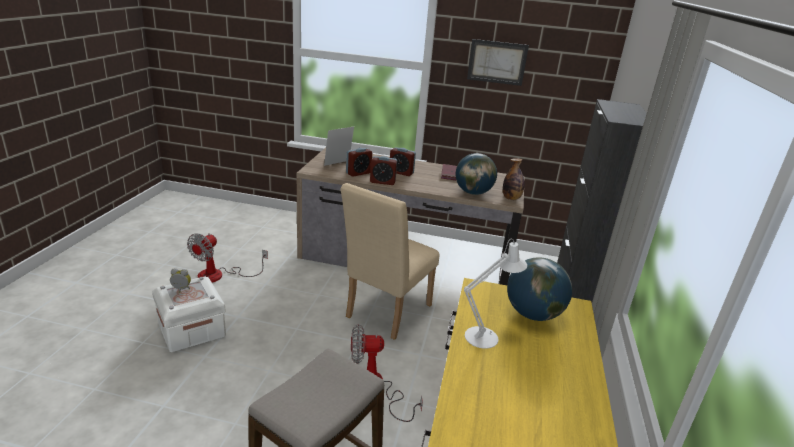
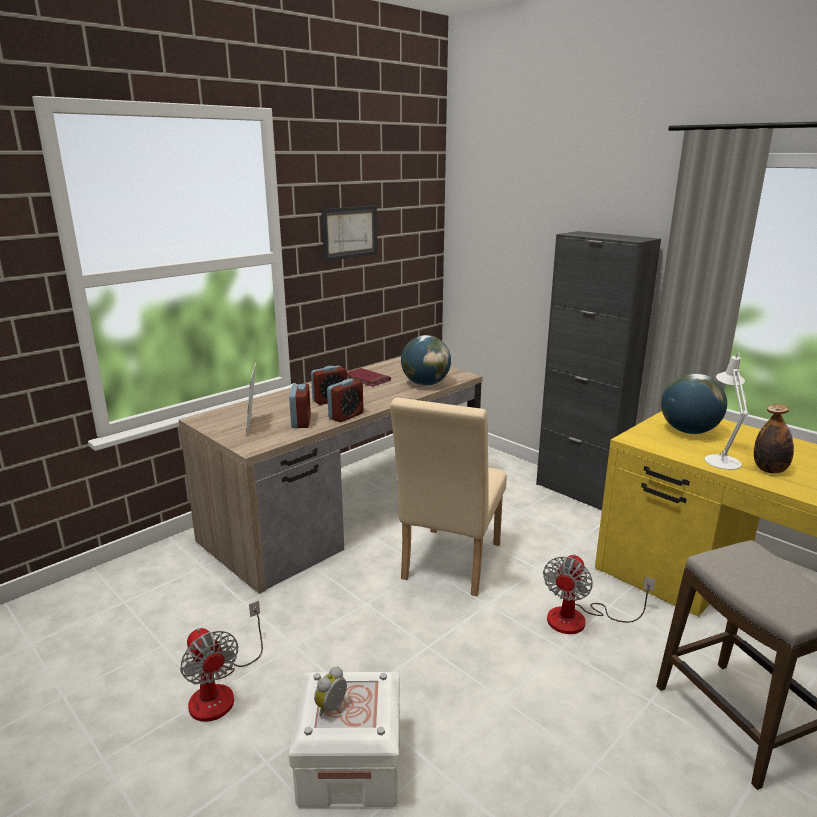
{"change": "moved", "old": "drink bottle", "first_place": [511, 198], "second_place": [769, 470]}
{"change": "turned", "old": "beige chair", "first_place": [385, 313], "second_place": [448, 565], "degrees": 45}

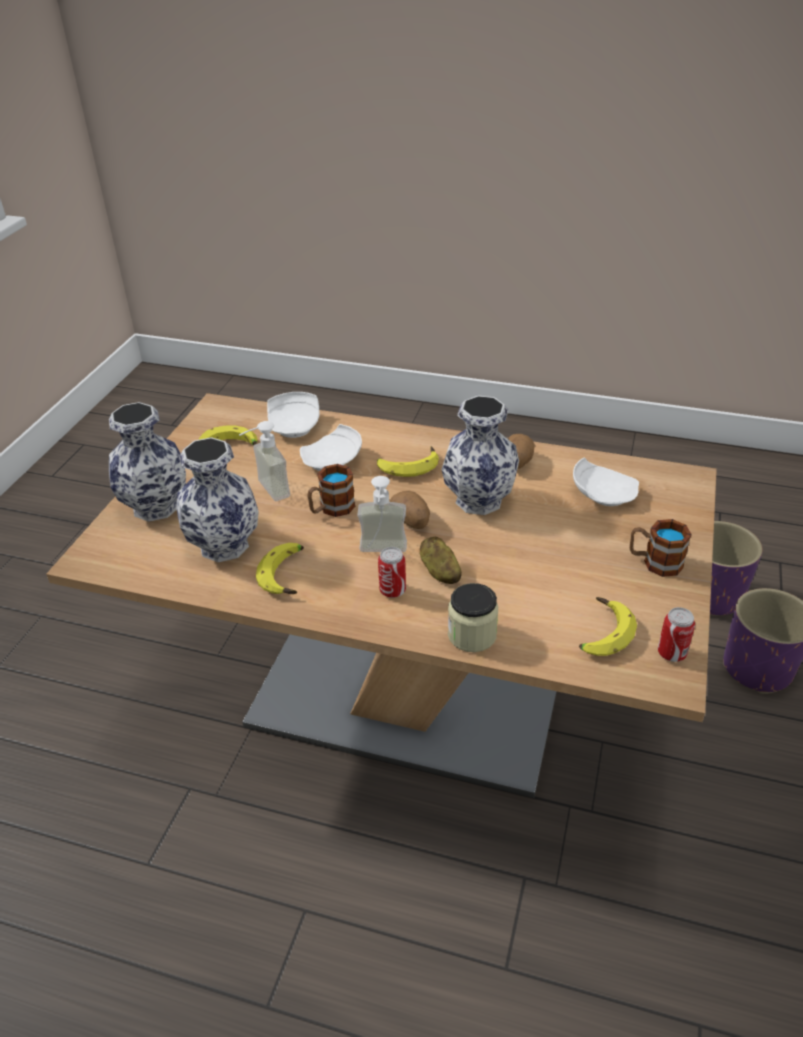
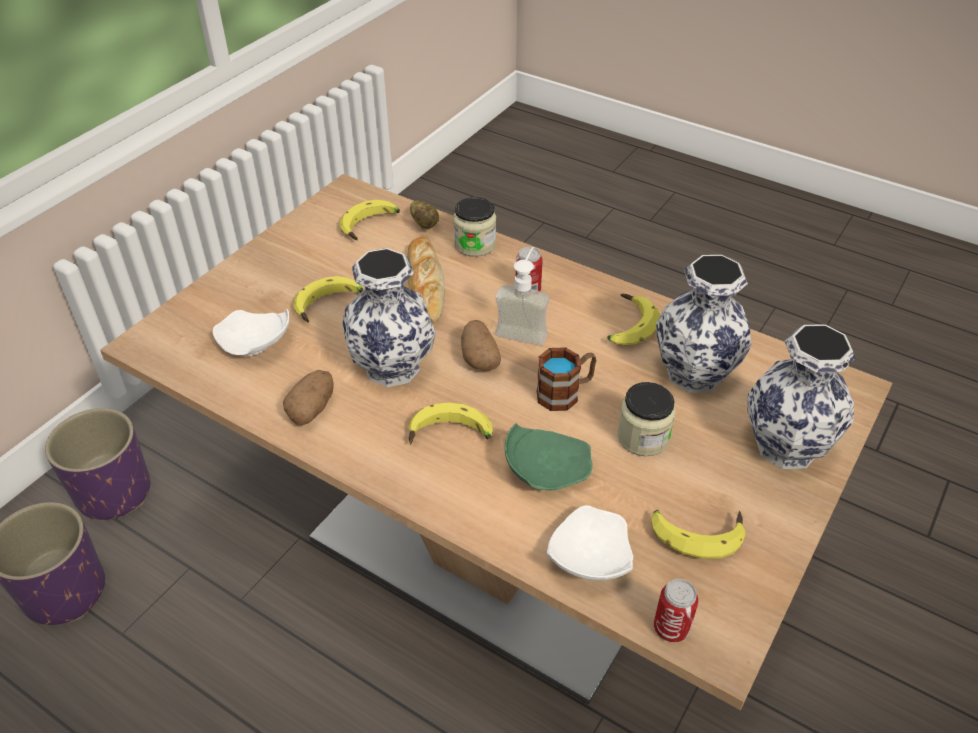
{"change": "removed", "old": "tea mug", "first_place": [654, 562]}
{"change": "added", "new": "banana", "second_place": [329, 306]}
{"change": "added", "new": "bakery bread", "second_place": [424, 285]}
{"change": "moved", "old": "spud", "first_place": [439, 572], "second_place": [425, 224]}
{"change": "moved", "old": "can", "first_place": [671, 653], "second_place": [671, 628]}
{"change": "replaced", "old": "liquid soap bottle", "new": "jar", "first_place": [265, 491], "second_place": [643, 437]}
{"change": "recoloured", "old": "white-coloured flat dish", "new": "green flat dish", "first_place": [333, 461], "second_place": [546, 468]}

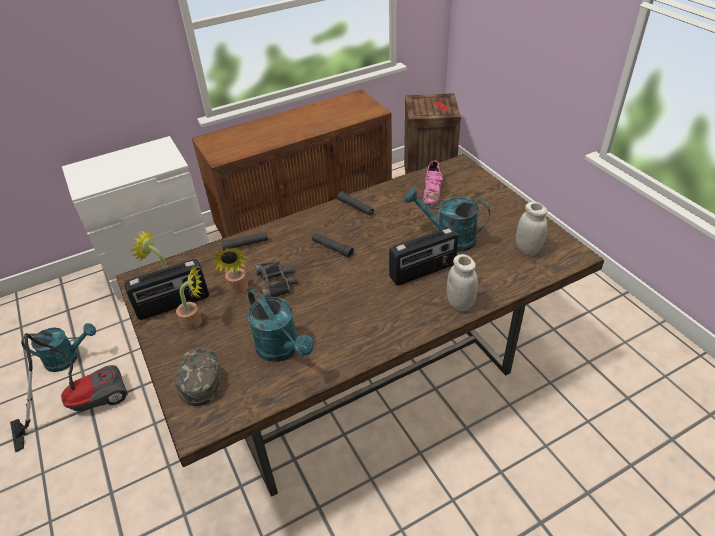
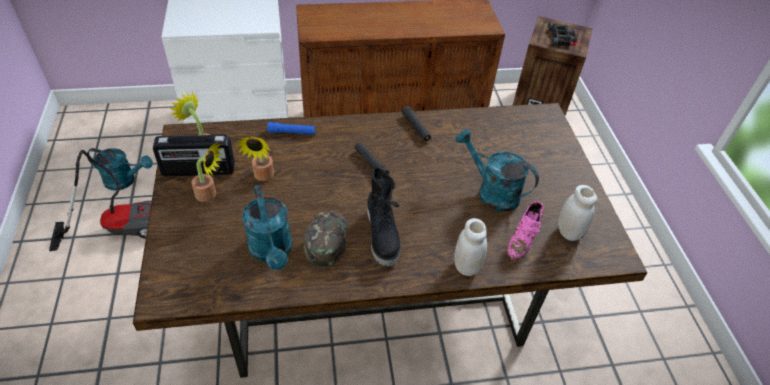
{"change": "removed", "old": "radio set", "first_place": [423, 271]}
{"change": "added", "new": "black high-top boot", "second_place": [383, 236]}
{"change": "moved", "old": "green peaked cap", "first_place": [199, 377], "second_place": [325, 239]}
{"change": "moved", "old": "black field glasses", "first_place": [277, 282], "second_place": [561, 38]}
{"change": "moved", "old": "pink shoe", "first_place": [432, 192], "second_place": [523, 239]}
{"change": "recoloured", "old": "black torch", "new": "blue-coloured torch", "first_place": [246, 245], "second_place": [292, 132]}

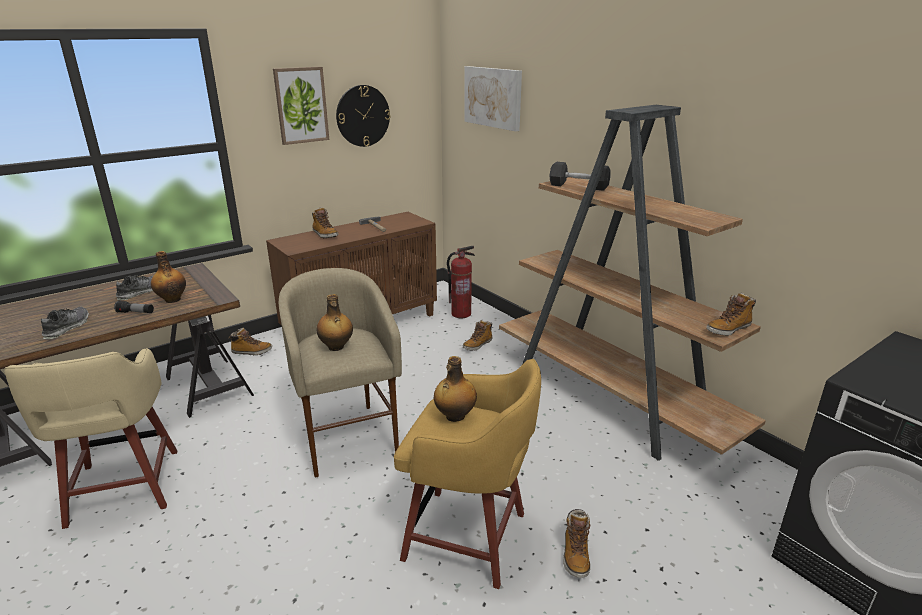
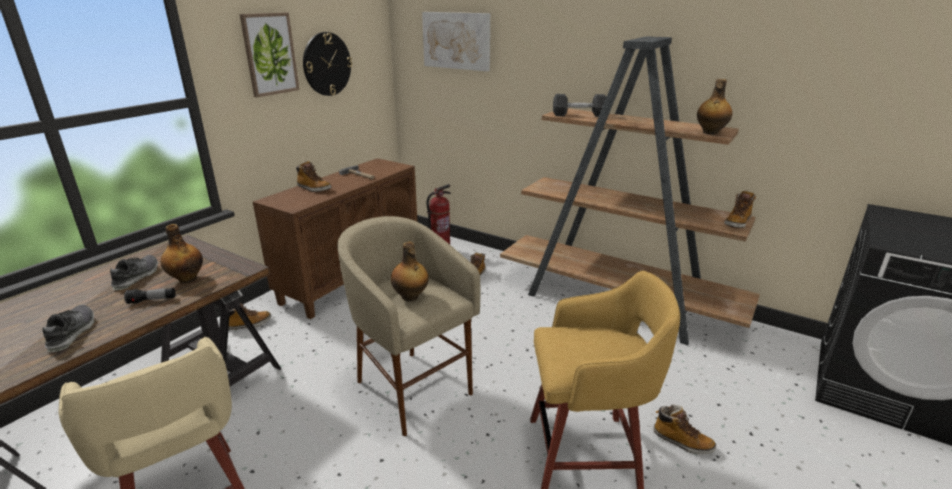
{"change": "moved", "old": "drink bottle", "first_place": [454, 416], "second_place": [710, 133]}
{"change": "turned", "old": "high-top boot", "first_place": [575, 555], "second_place": [682, 442], "degrees": -45}

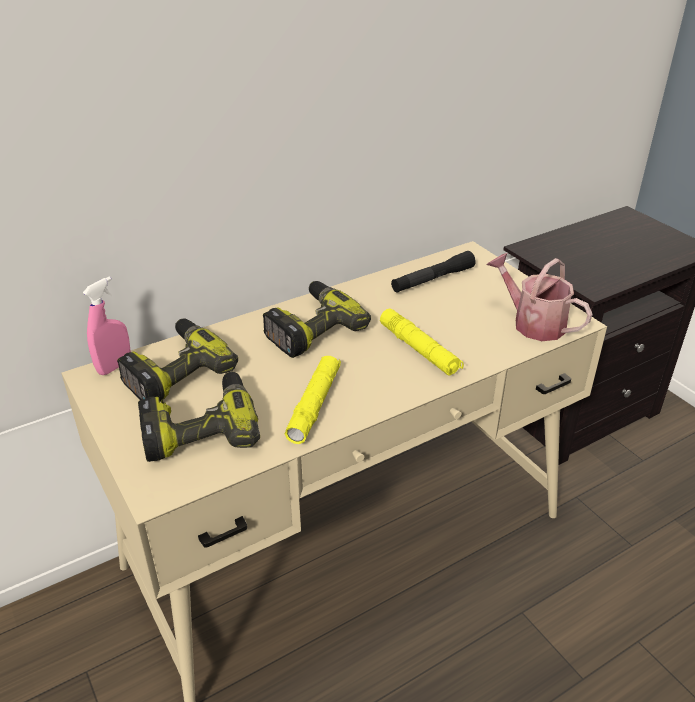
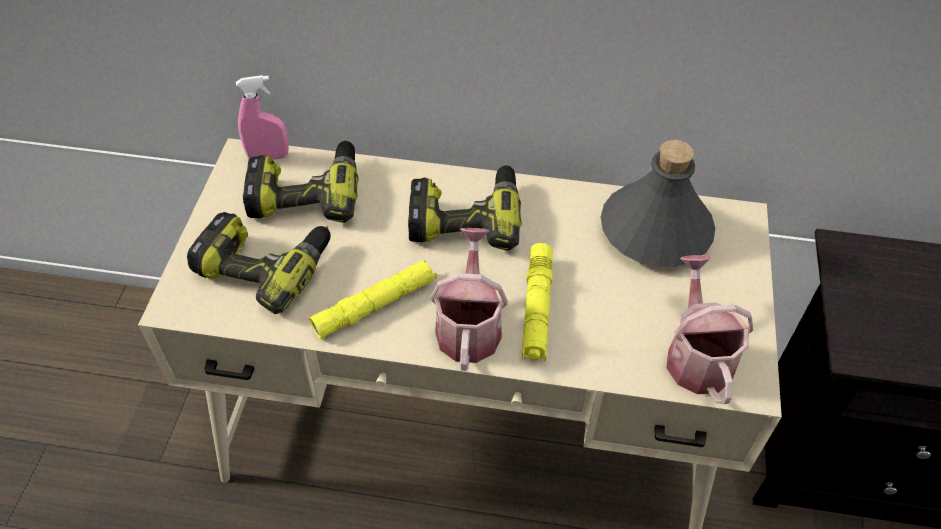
{"change": "added", "new": "sprinkling can", "second_place": [469, 325]}
{"change": "replaced", "old": "black torch", "new": "greyish drink bottle", "first_place": [432, 279], "second_place": [654, 230]}

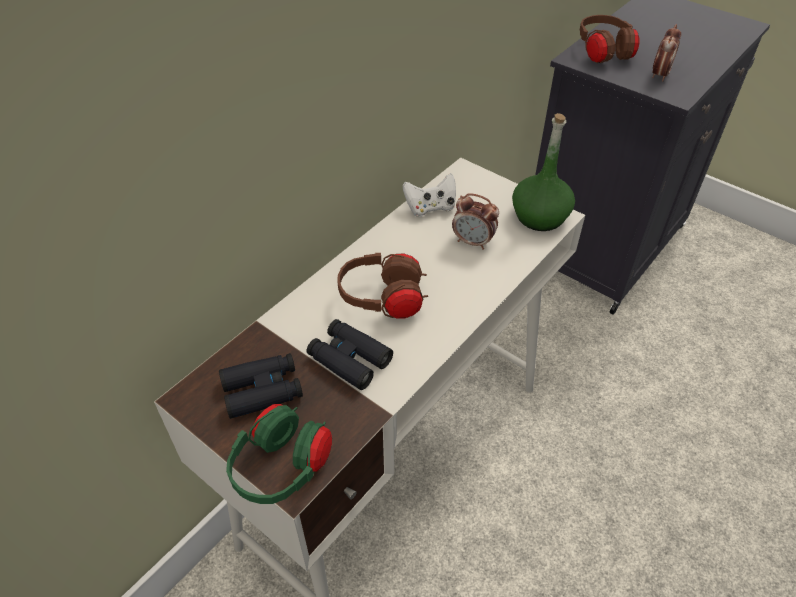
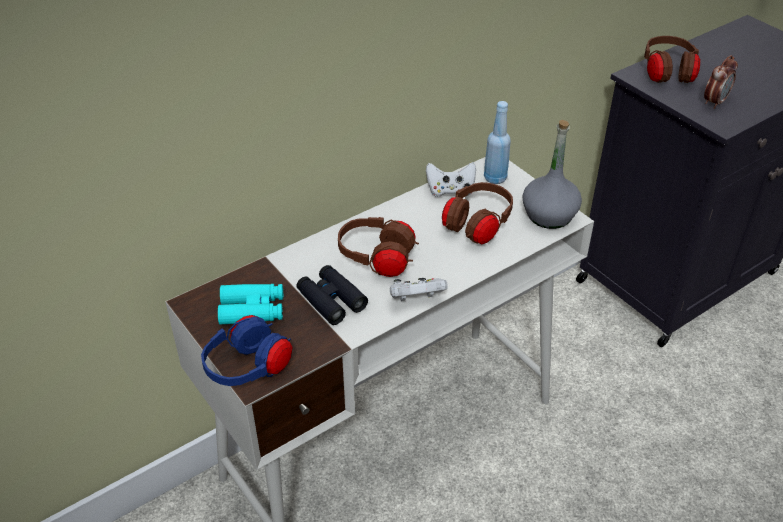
{"change": "added", "new": "white-coloured gamepad", "second_place": [416, 299]}
{"change": "added", "new": "blue-coloured drink bottle", "second_place": [495, 178]}
{"change": "replaced", "old": "alarm clock", "new": "brown-coloured headphones", "first_place": [473, 242], "second_place": [477, 226]}
{"change": "recoloured", "old": "black field glasses", "new": "blue-green field glasses", "first_place": [262, 390], "second_place": [252, 310]}
{"change": "recoloured", "old": "green headphones", "new": "blue-coloured headphones", "first_place": [282, 468], "second_place": [248, 369]}
{"change": "recoloured", "old": "green drink bottle", "new": "greyish drink bottle", "first_place": [540, 216], "second_place": [549, 215]}

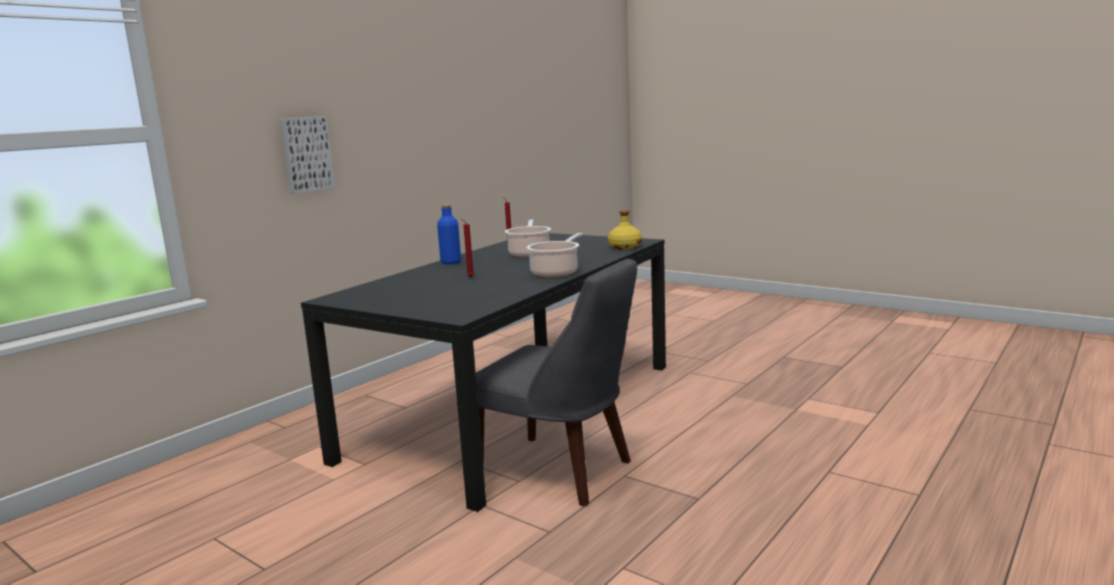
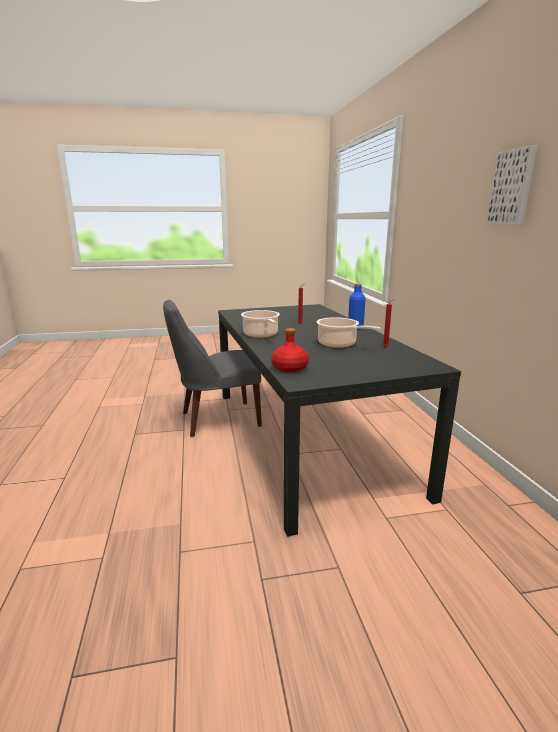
{"change": "moved", "old": "wall art", "first_place": [306, 154], "second_place": [513, 188]}
{"change": "recoloured", "old": "yellowish drink bottle", "new": "reddish drink bottle", "first_place": [624, 247], "second_place": [290, 368]}

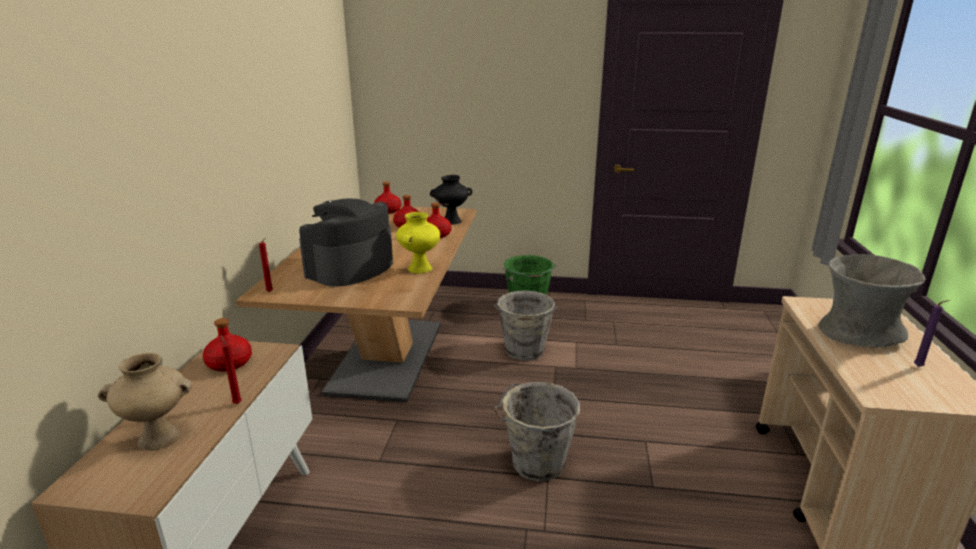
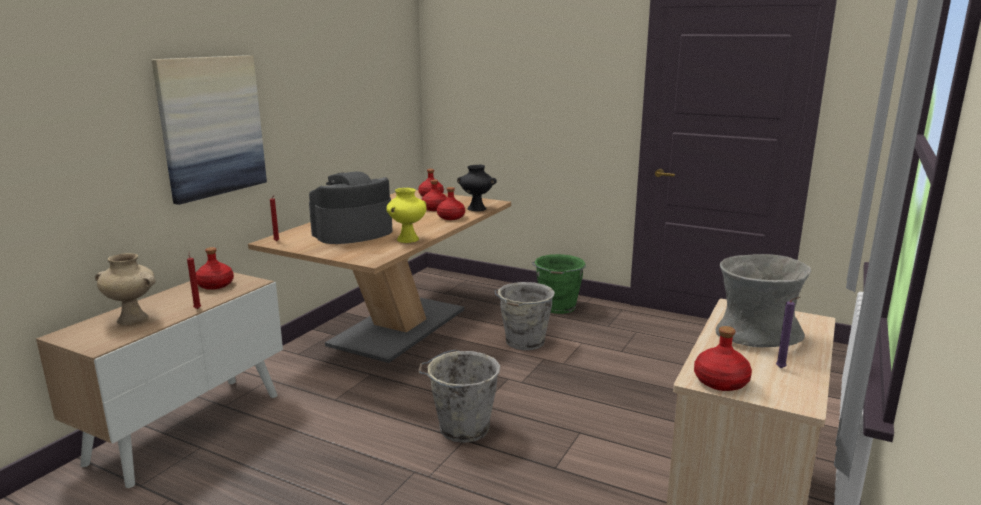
{"change": "added", "new": "wall art", "second_place": [211, 126]}
{"change": "added", "new": "reddish drink bottle", "second_place": [720, 381]}

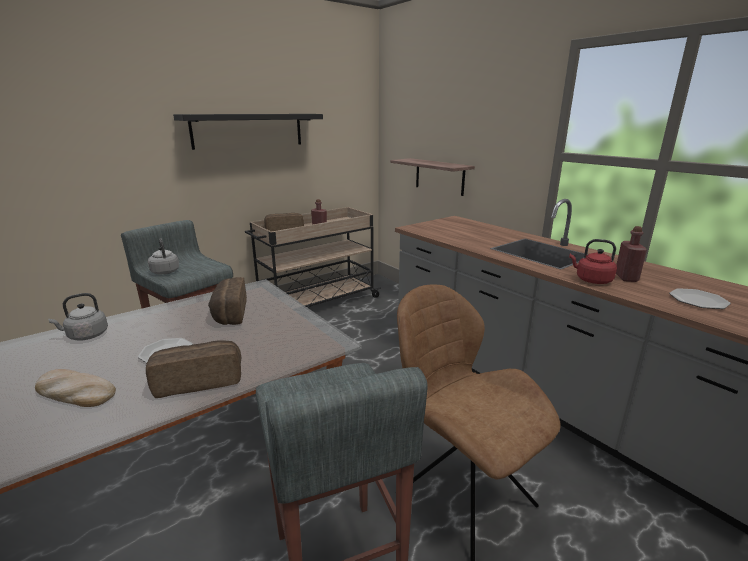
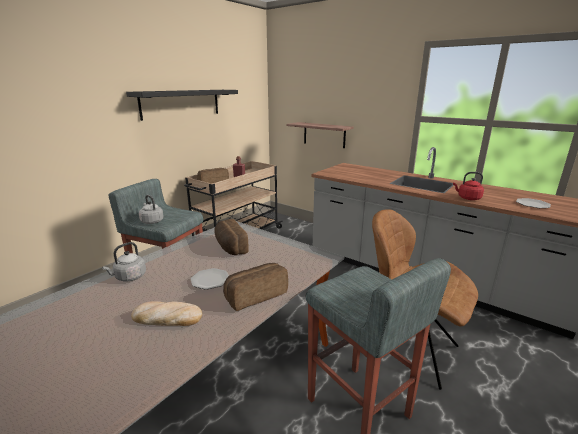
{"change": "removed", "old": "reddish drink bottle", "first_place": [626, 277]}

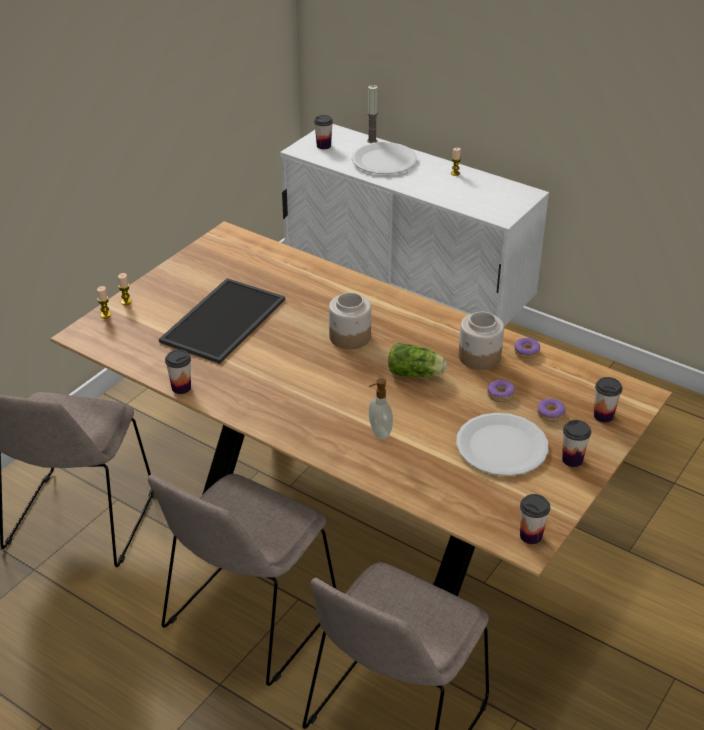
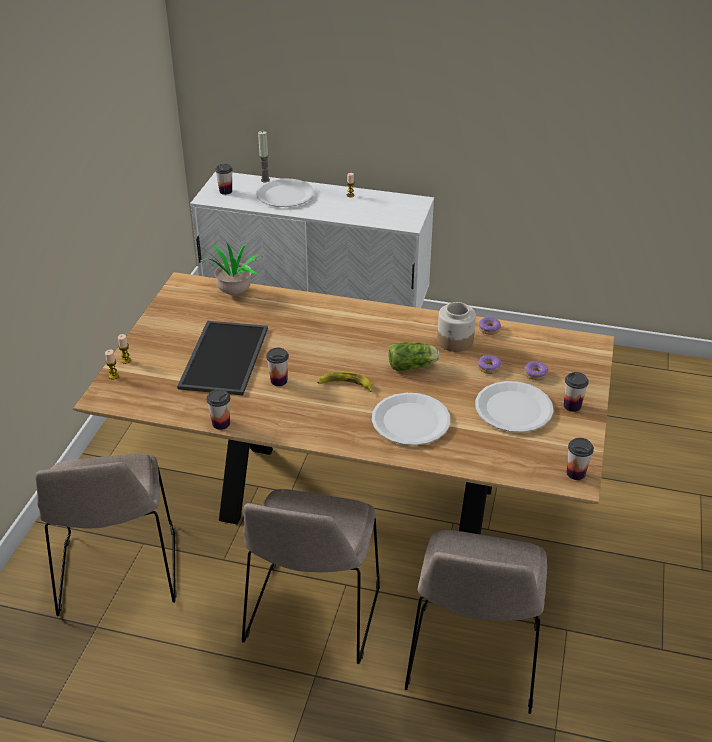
{"change": "removed", "old": "jar", "first_place": [350, 337]}
{"change": "added", "new": "houseplant", "second_place": [233, 294]}
{"change": "added", "new": "banana", "second_place": [345, 385]}
{"change": "moved", "old": "cup", "first_place": [603, 416], "second_place": [279, 381]}
{"change": "replaced", "old": "liquid soap bottle", "new": "white-coloured flat dish", "first_place": [379, 432], "second_place": [411, 421]}

